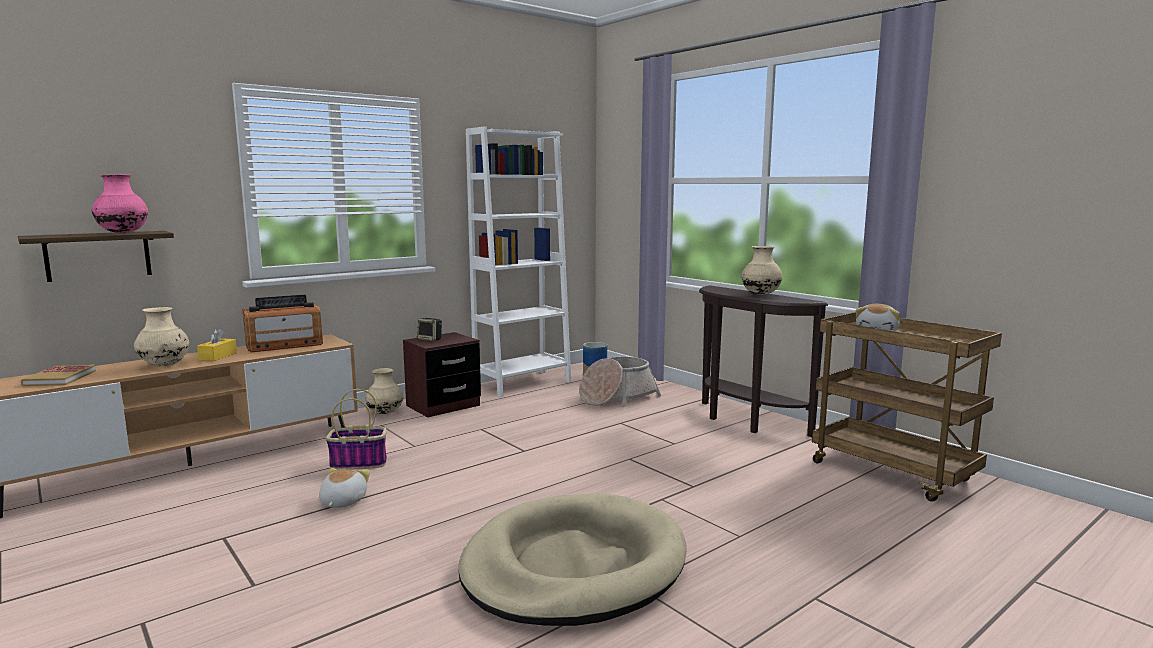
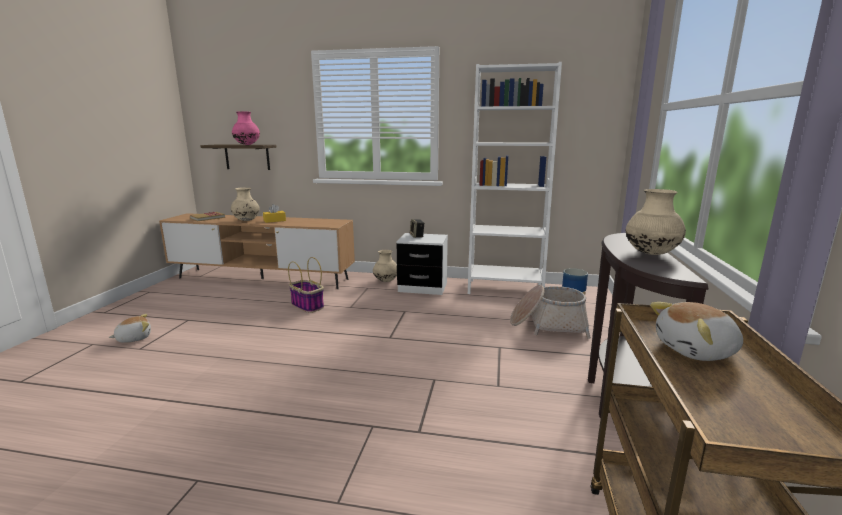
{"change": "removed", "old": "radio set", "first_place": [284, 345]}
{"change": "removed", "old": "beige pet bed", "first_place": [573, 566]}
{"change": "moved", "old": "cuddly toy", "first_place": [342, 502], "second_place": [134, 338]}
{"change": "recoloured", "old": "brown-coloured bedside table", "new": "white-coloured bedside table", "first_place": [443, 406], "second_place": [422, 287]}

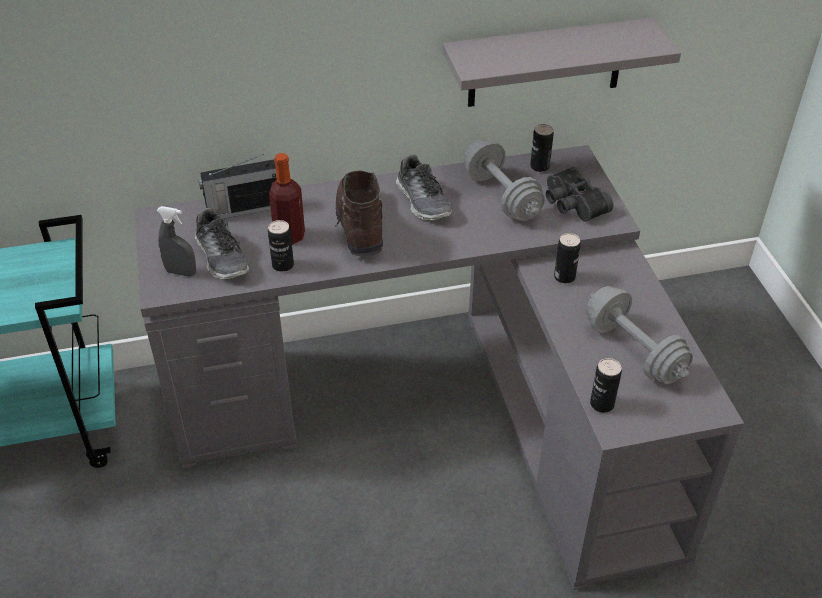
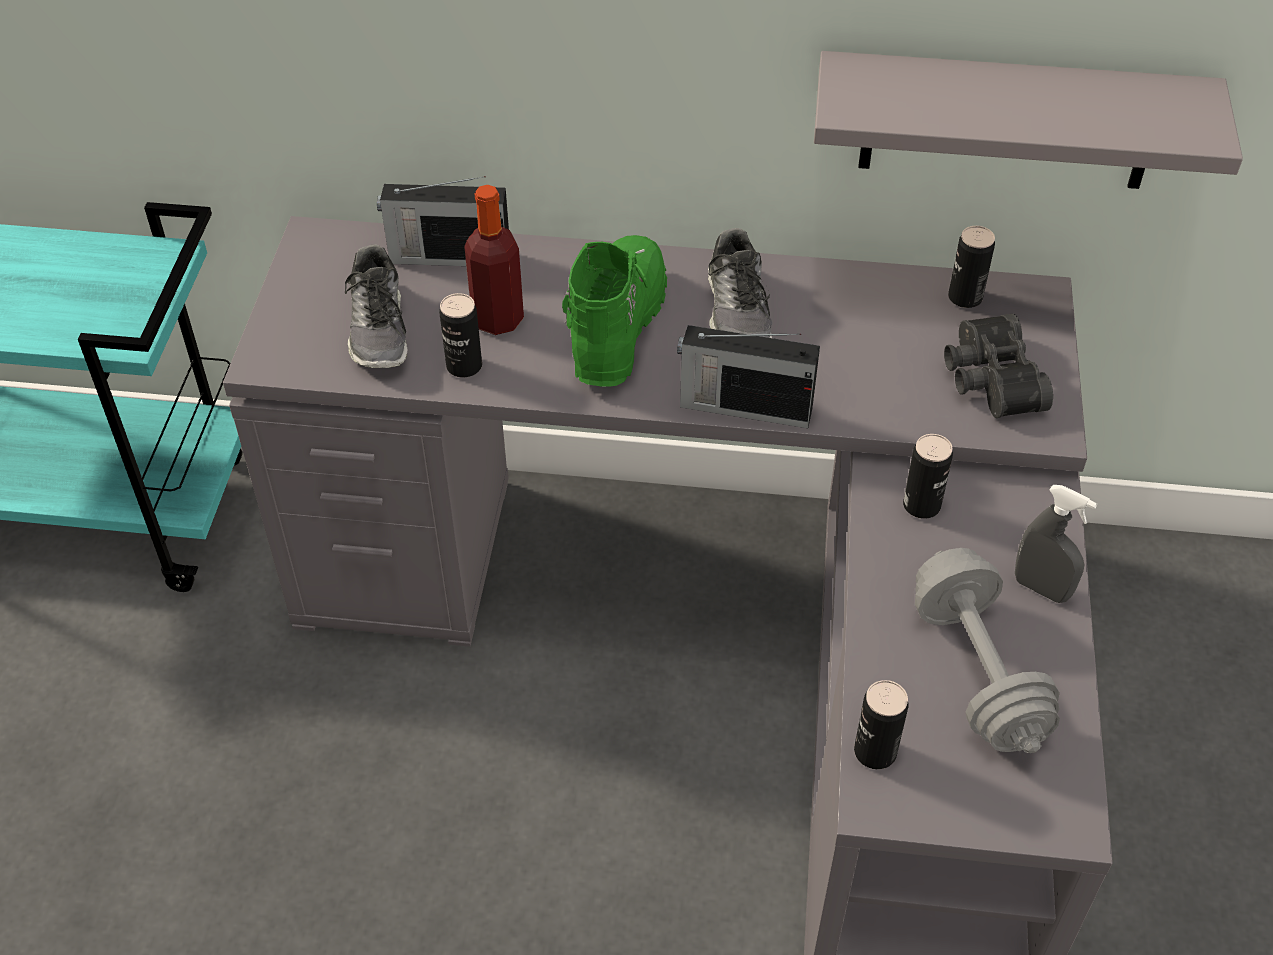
{"change": "removed", "old": "greyish hand weight", "first_place": [501, 196]}
{"change": "added", "new": "radio set", "second_place": [743, 407]}
{"change": "moved", "old": "greyish hand sprayer", "first_place": [181, 272], "second_place": [1041, 588]}
{"change": "recoloured", "old": "brown-coloured high-top boot", "new": "green high-top boot", "first_place": [359, 225], "second_place": [615, 328]}

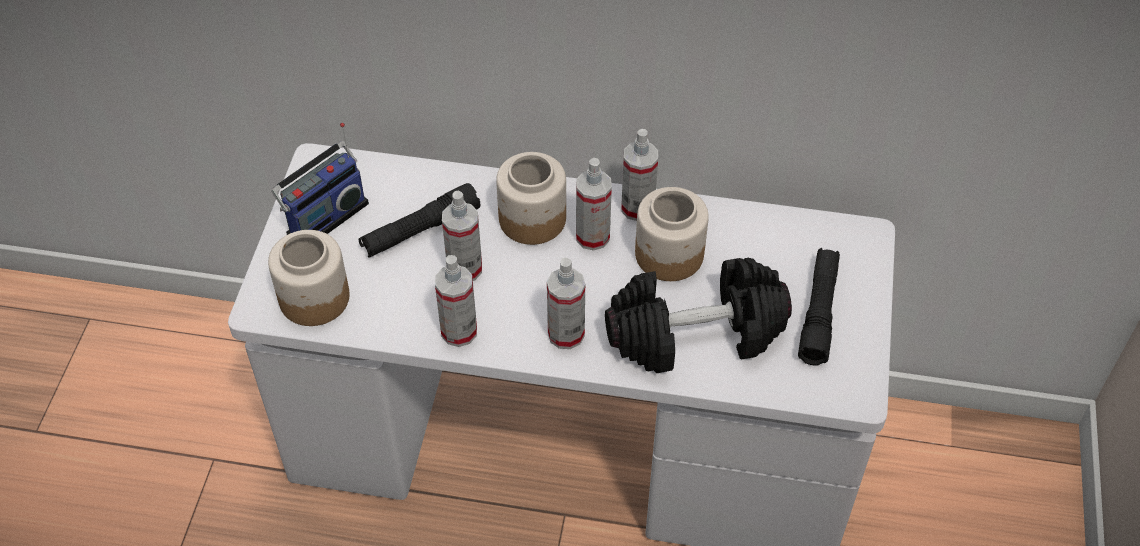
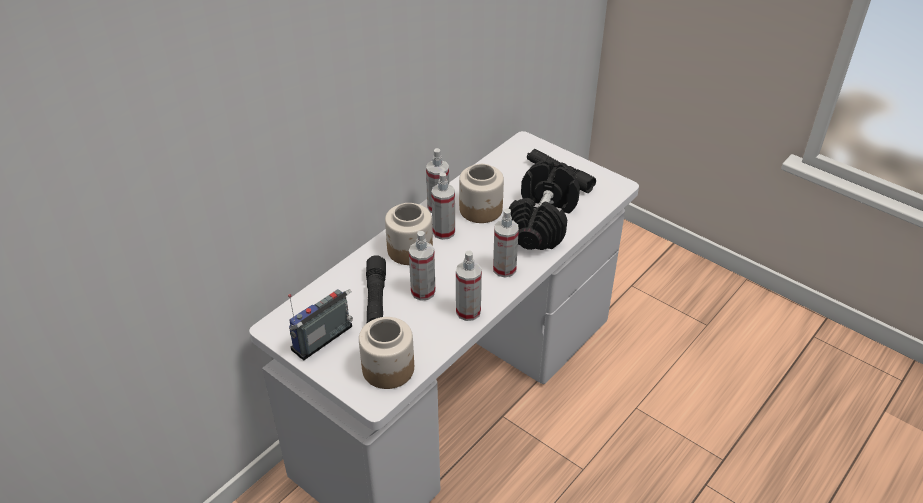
{"change": "turned", "old": "radio set", "first_place": [324, 217], "second_place": [324, 340], "degrees": -120}

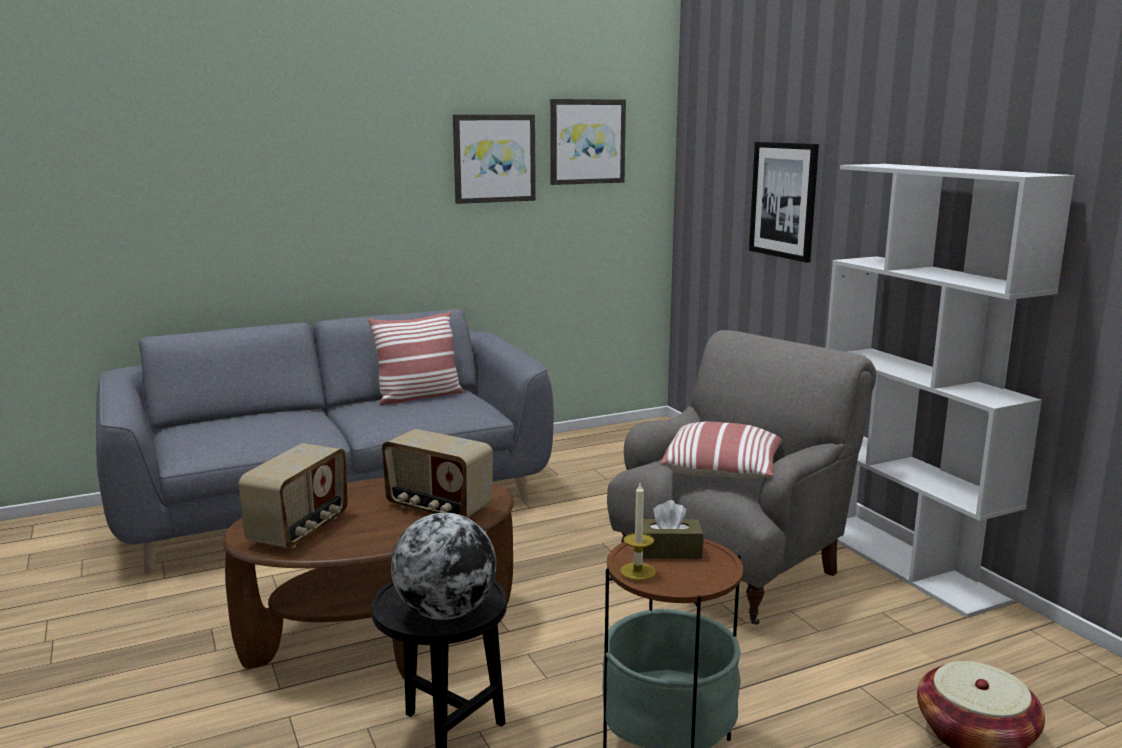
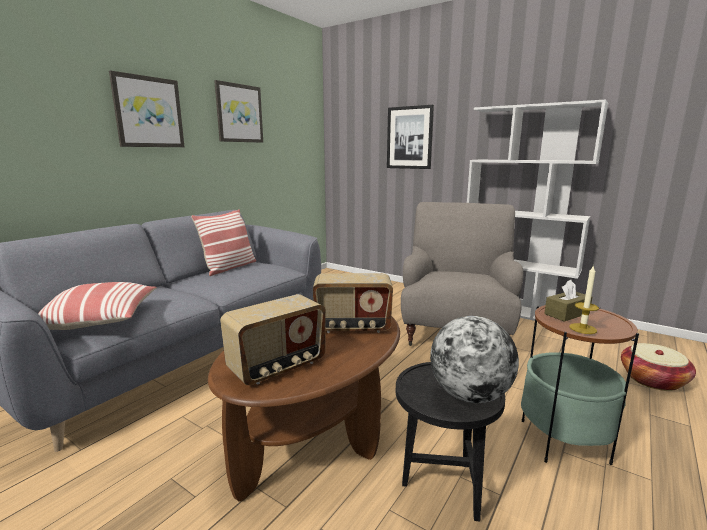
{"change": "moved", "old": "wall art", "first_place": [587, 141], "second_place": [148, 112]}
{"change": "moved", "old": "throw pillow", "first_place": [724, 471], "second_place": [103, 320]}
{"change": "turned", "old": "radio set", "first_place": [300, 530], "second_place": [278, 367], "degrees": 60}

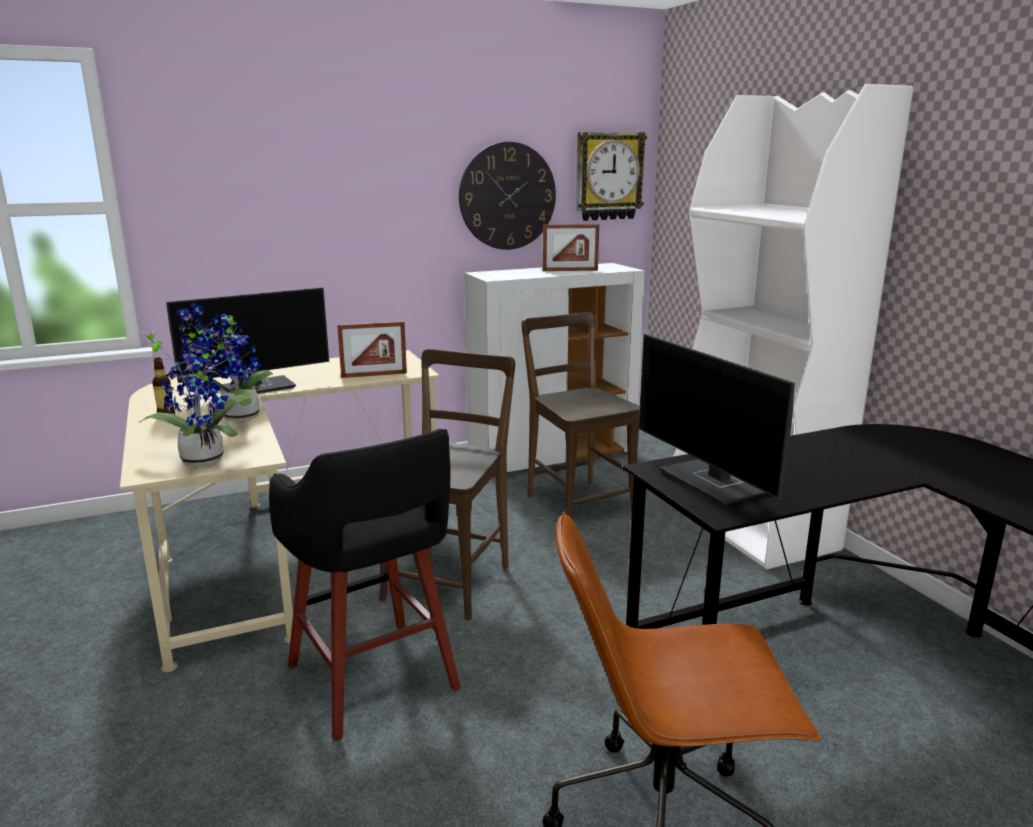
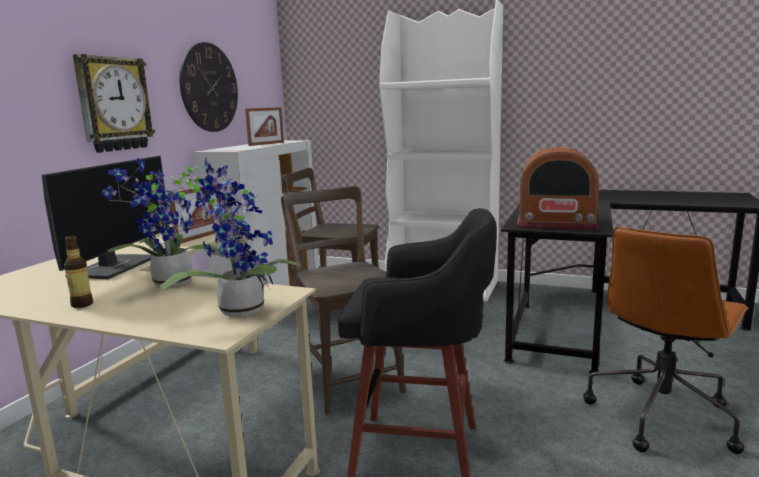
{"change": "moved", "old": "wall clock", "first_place": [608, 176], "second_place": [113, 104]}
{"change": "replaced", "old": "monitor", "new": "radio set", "first_place": [714, 483], "second_place": [556, 223]}

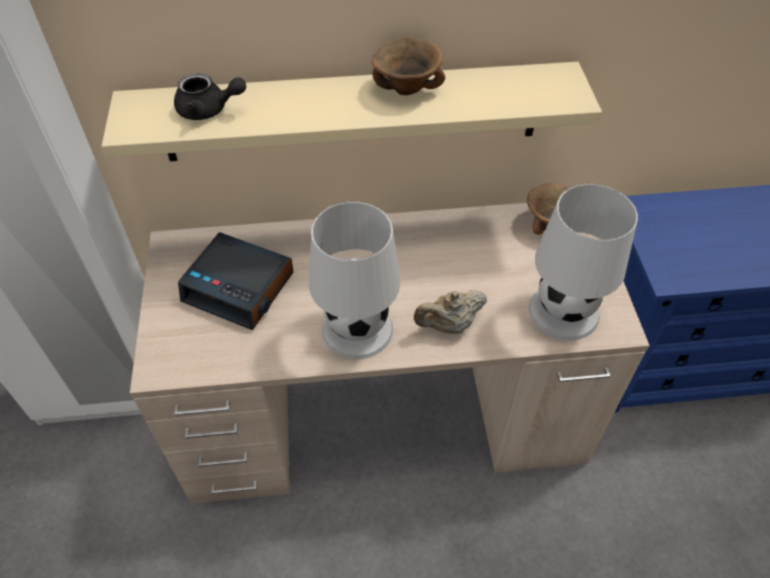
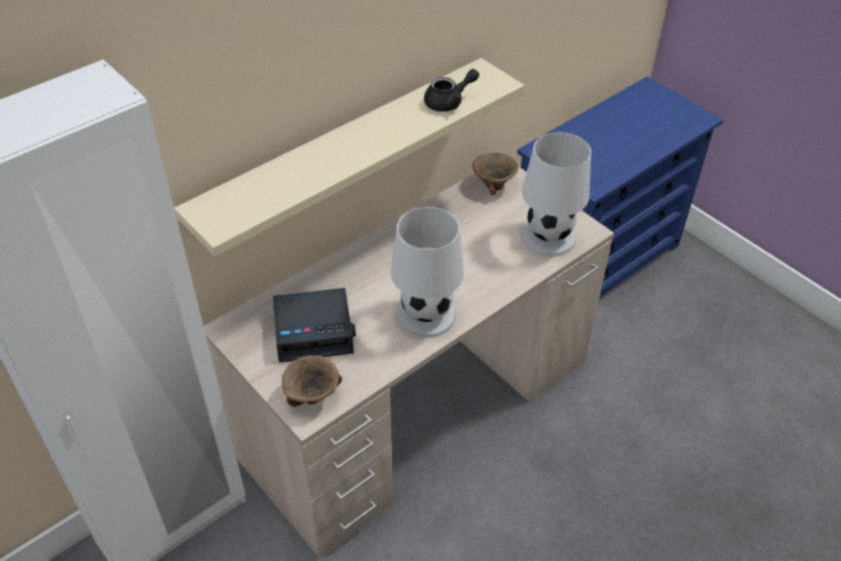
{"change": "removed", "old": "beige teapot", "first_place": [449, 325]}
{"change": "moved", "old": "black teapot", "first_place": [209, 110], "second_place": [449, 102]}
{"change": "moved", "old": "brown-coloured deep dish", "first_place": [408, 89], "second_place": [313, 396]}

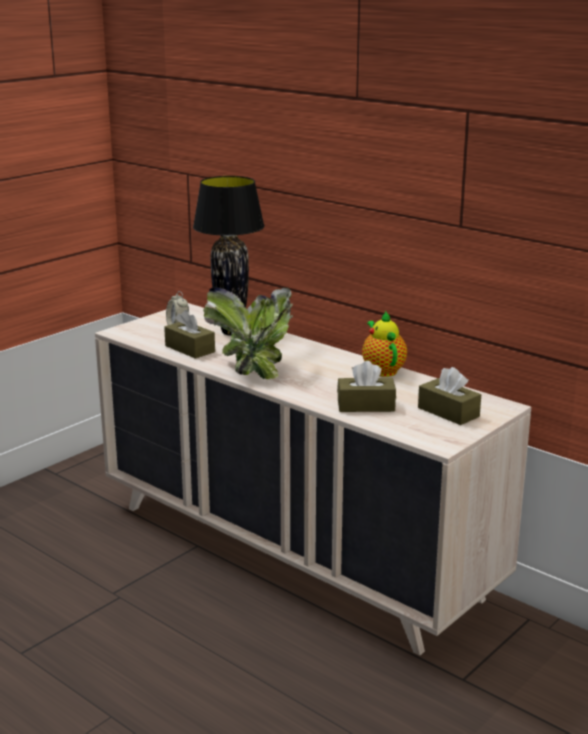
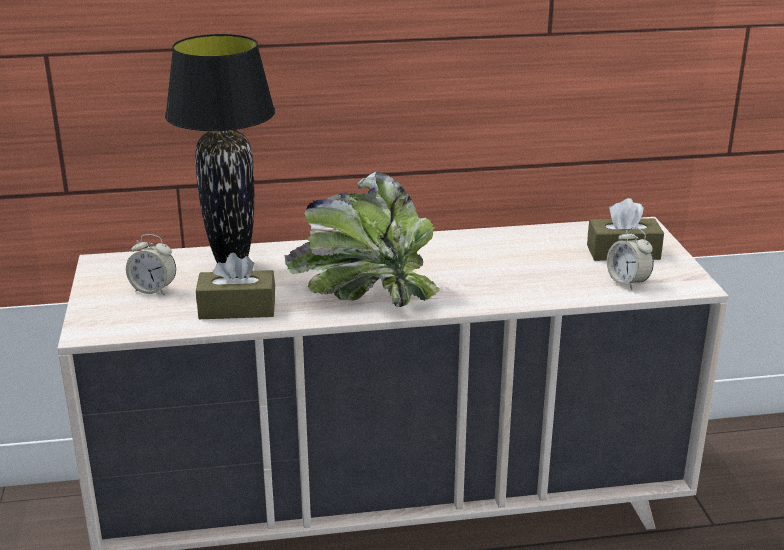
{"change": "removed", "old": "brown-coloured tissue holder", "first_place": [366, 405]}
{"change": "removed", "old": "teapot", "first_place": [382, 370]}
{"change": "added", "new": "alarm clock", "second_place": [627, 282]}

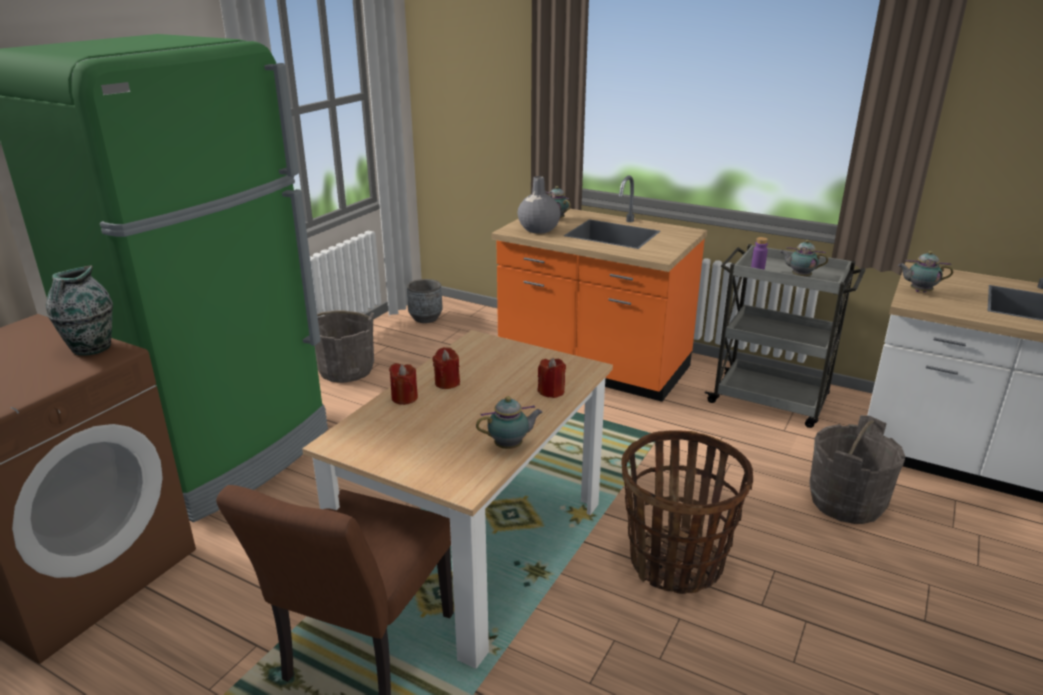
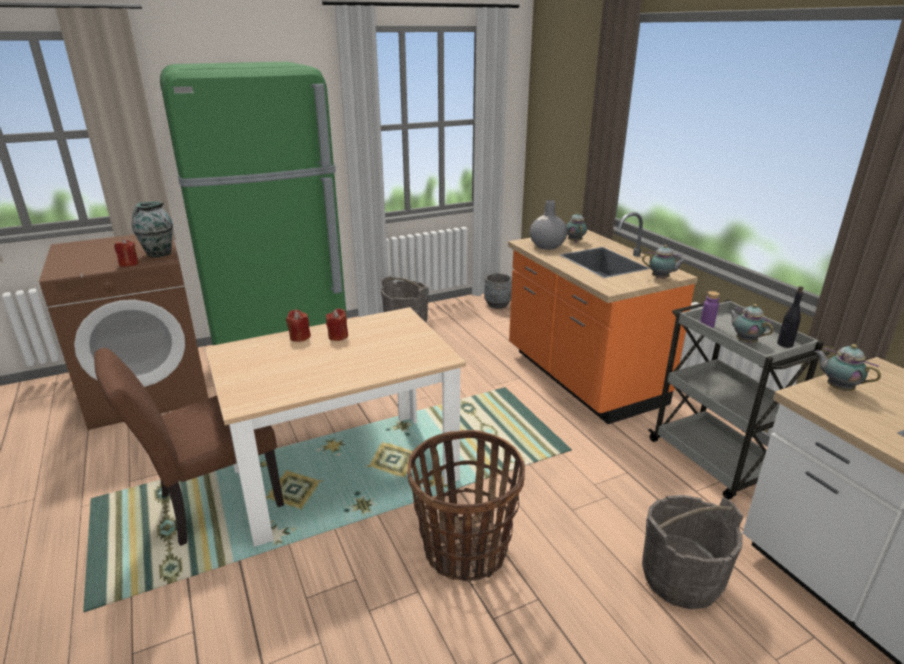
{"change": "added", "new": "black drink bottle", "second_place": [784, 344]}
{"change": "moved", "old": "teapot", "first_place": [510, 446], "second_place": [661, 278]}
{"change": "moved", "old": "reddish wax candle", "first_place": [551, 391], "second_place": [129, 264]}

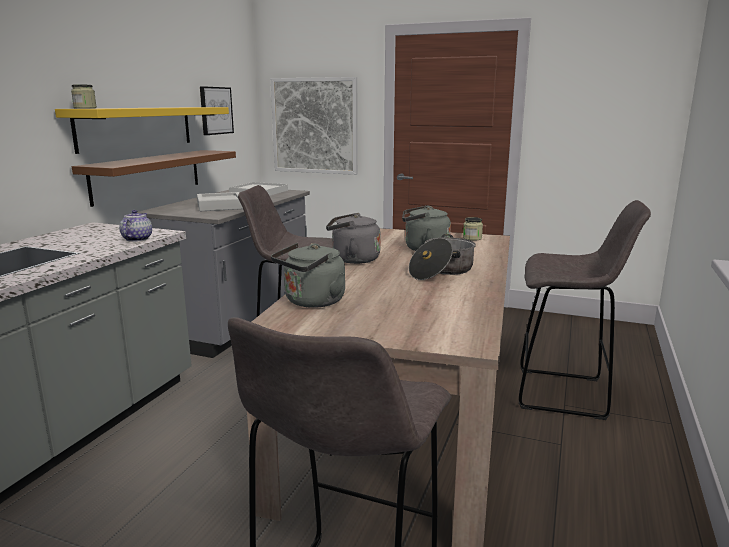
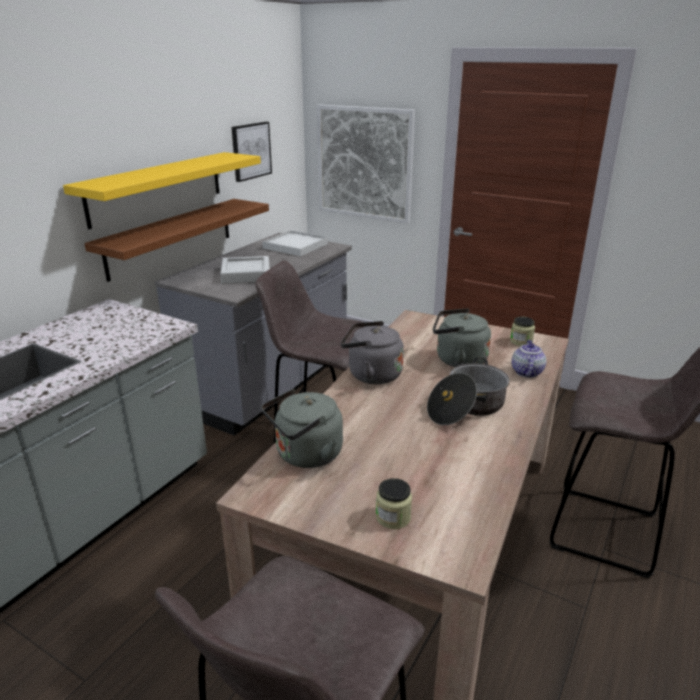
{"change": "moved", "old": "jar", "first_place": [85, 108], "second_place": [393, 517]}
{"change": "moved", "old": "teapot", "first_place": [137, 239], "second_place": [526, 372]}

